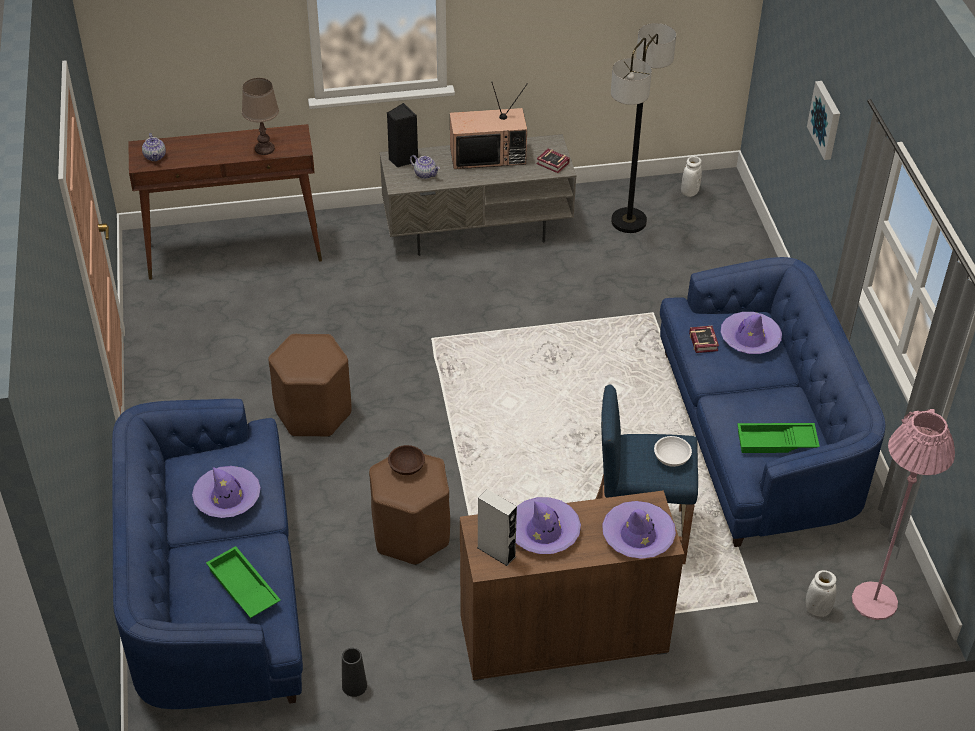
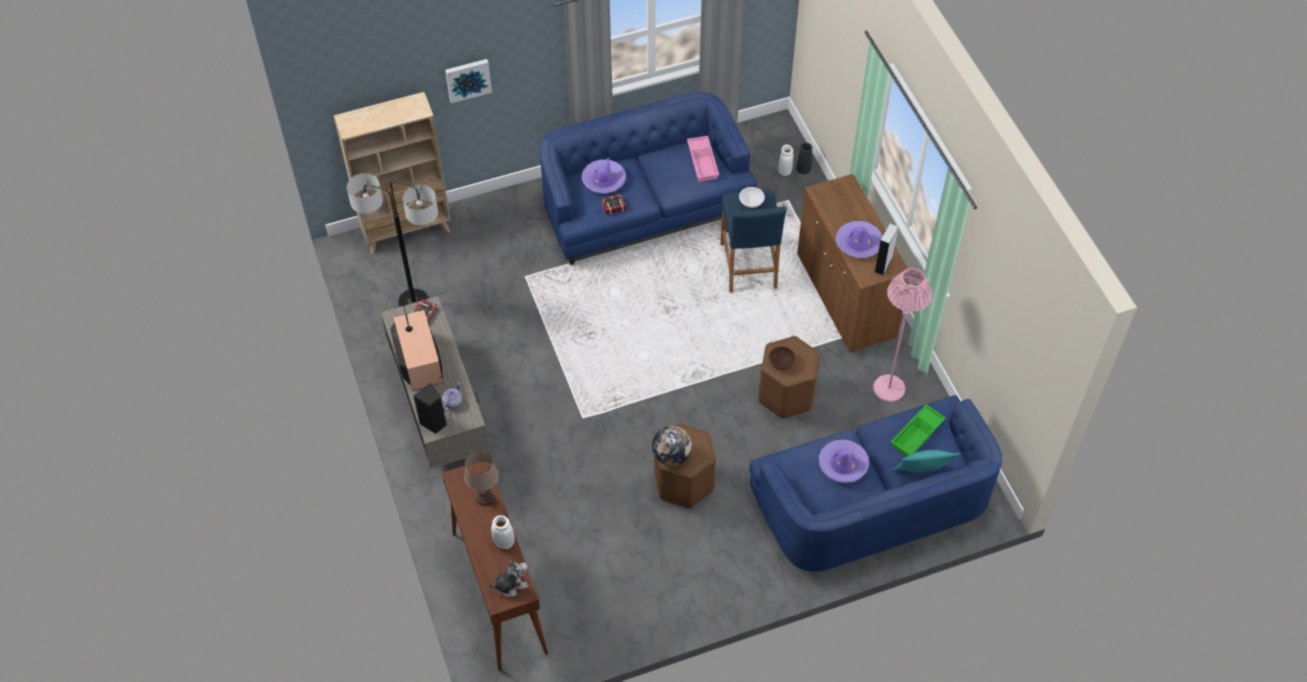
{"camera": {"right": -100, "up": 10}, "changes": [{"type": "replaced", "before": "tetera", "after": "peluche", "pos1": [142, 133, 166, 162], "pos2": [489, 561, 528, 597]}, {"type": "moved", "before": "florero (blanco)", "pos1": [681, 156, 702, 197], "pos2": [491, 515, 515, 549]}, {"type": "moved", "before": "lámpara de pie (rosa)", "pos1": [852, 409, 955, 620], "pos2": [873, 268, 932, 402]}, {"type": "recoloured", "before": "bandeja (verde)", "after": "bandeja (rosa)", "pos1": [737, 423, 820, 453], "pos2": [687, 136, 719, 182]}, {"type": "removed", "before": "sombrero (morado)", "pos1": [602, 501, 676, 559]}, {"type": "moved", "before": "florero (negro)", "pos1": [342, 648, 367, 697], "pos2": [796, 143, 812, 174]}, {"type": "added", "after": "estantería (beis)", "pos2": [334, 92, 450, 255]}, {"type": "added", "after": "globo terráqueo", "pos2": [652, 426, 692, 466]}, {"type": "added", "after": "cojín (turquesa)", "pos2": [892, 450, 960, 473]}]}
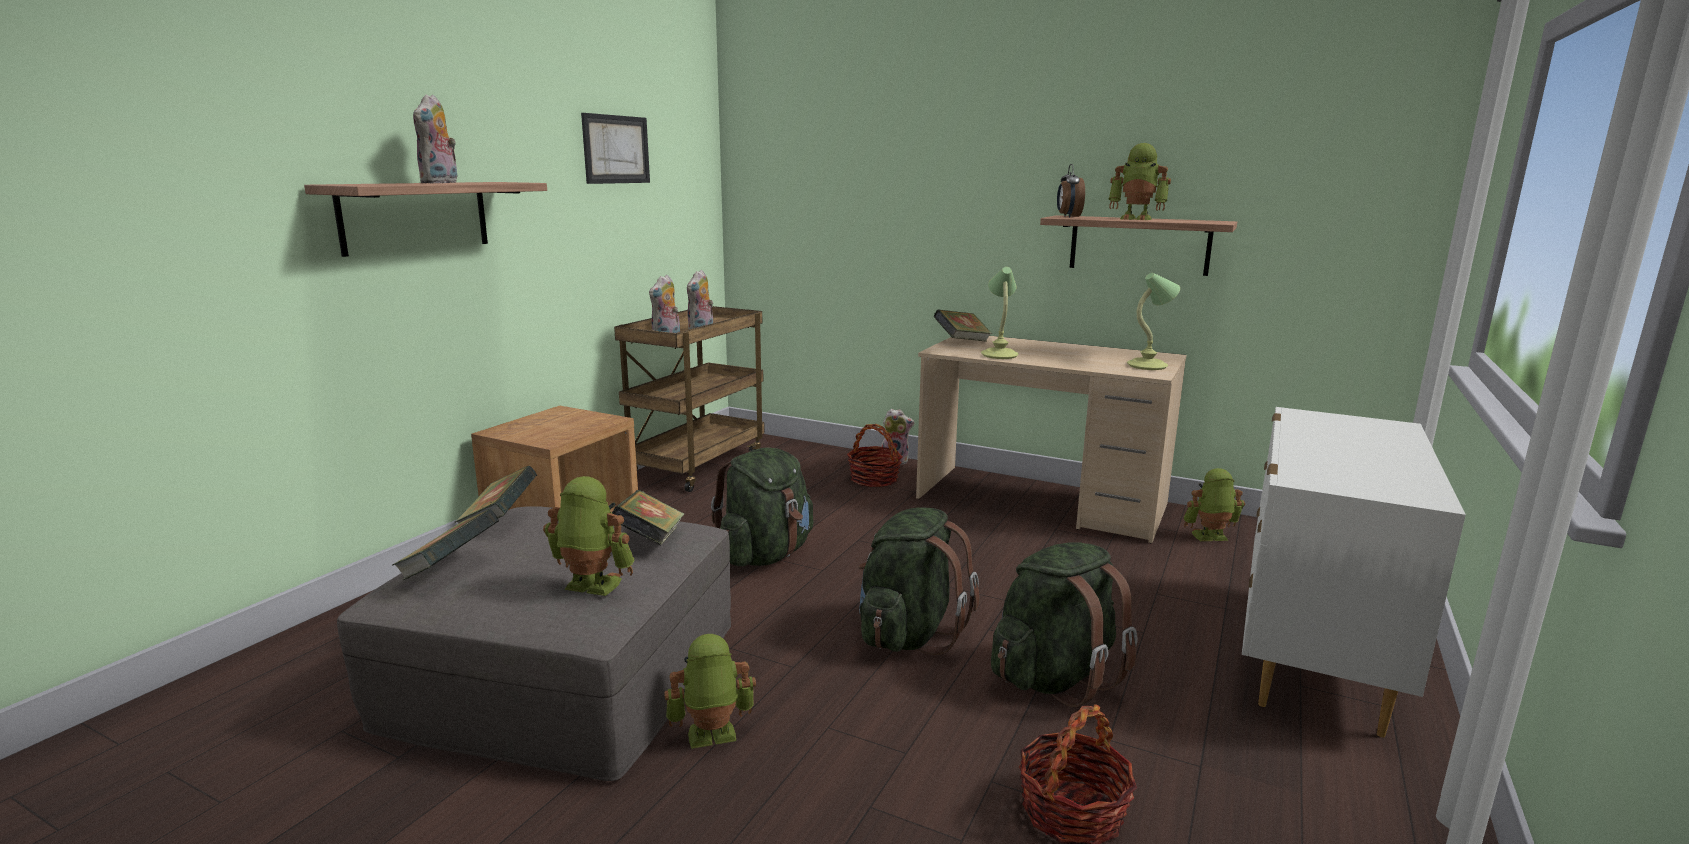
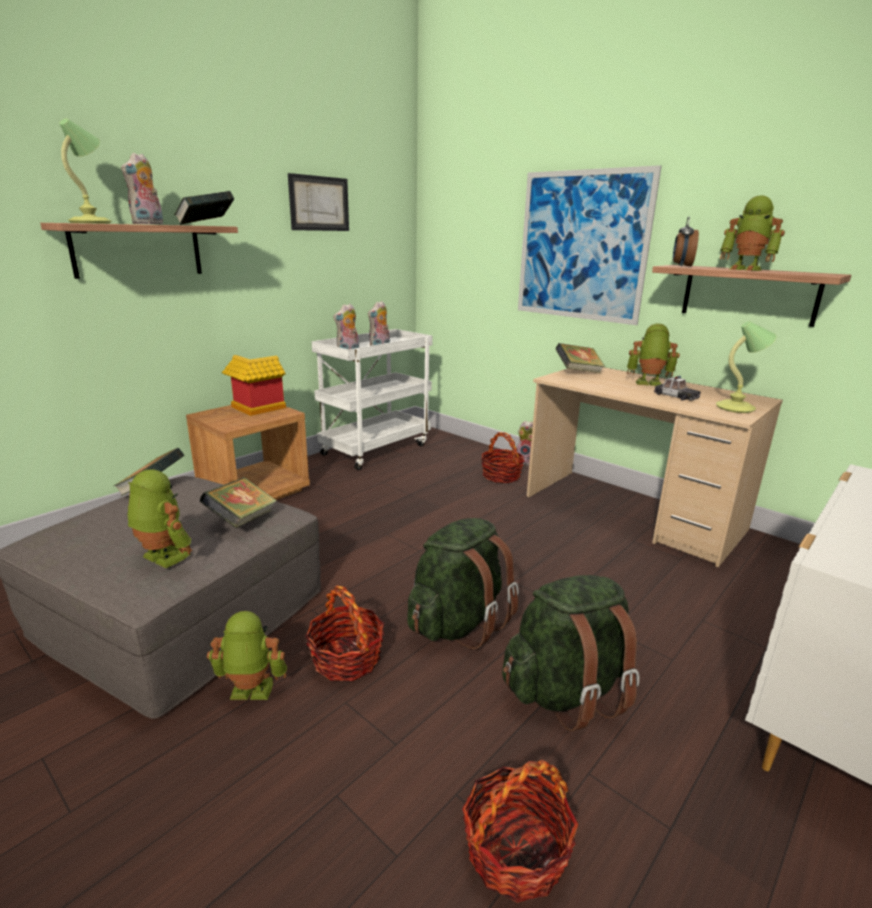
{"camera": {"right": 15, "up": 5}, "changes": [{"type": "moved", "before": "lámpara de mesa", "pos1": [981, 267, 1019, 359], "pos2": [59, 118, 112, 224]}, {"type": "recoloured", "before": "carrito (marrón)", "after": "carrito (blanco)", "pos1": [614, 306, 765, 492], "pos2": [312, 329, 433, 470]}, {"type": "removed", "before": "mochila (verde)", "pos1": [711, 447, 813, 567]}, {"type": "moved", "before": "robot de juguete", "pos1": [1183, 468, 1245, 541], "pos2": [627, 323, 680, 386]}, {"type": "moved", "before": "libro", "pos1": [392, 509, 499, 580], "pos2": [174, 191, 234, 225]}, {"type": "added", "after": "cuadro", "pos2": [518, 165, 662, 325]}, {"type": "added", "after": "casita", "pos2": [222, 355, 286, 416]}, {"type": "added", "after": "coche de juguete", "pos2": [654, 376, 701, 401]}, {"type": "added", "after": "cesta", "pos2": [305, 585, 384, 681]}]}
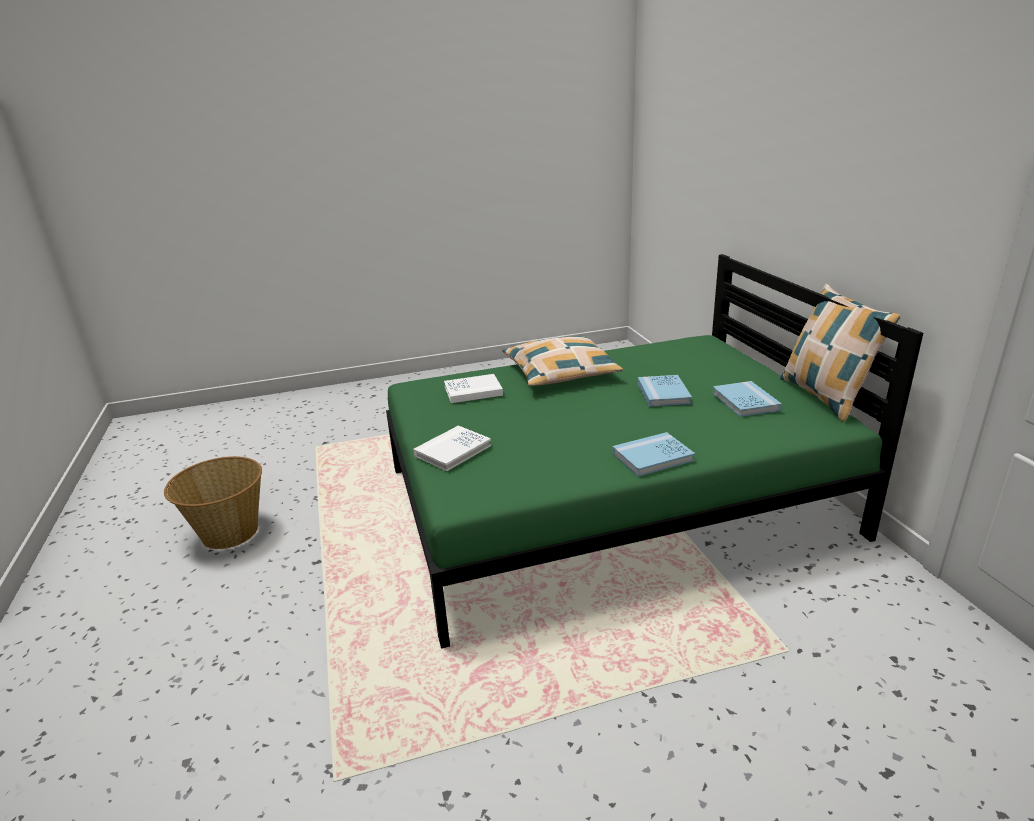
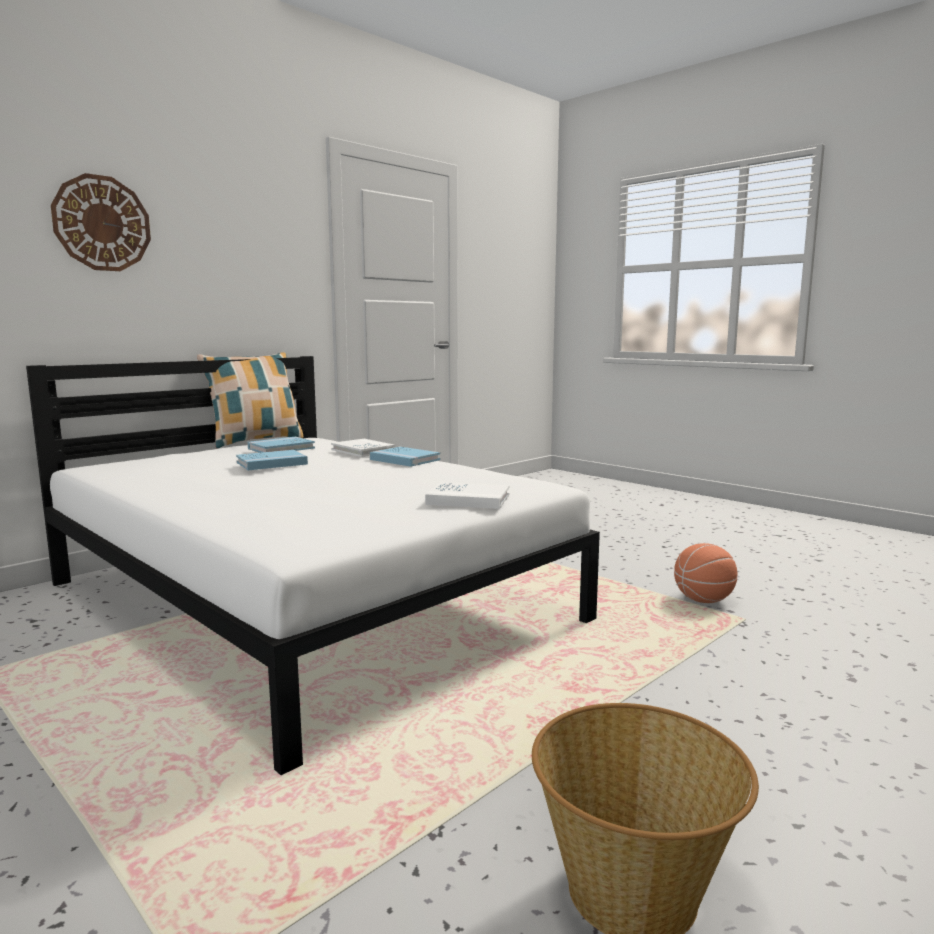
{"camera": {"right": -120, "up": -15}, "changes": [{"type": "recoloured", "before": "cama (verde)", "after": "cama (blanco)", "pos1": [386, 254, 923, 649], "pos2": [26, 356, 600, 775]}, {"type": "removed", "before": "cojín", "pos1": [502, 336, 623, 386]}, {"type": "moved", "before": "libro (blanco)", "pos1": [444, 374, 503, 403], "pos2": [331, 439, 395, 457]}, {"type": "added", "after": "reloj de pared", "pos2": [51, 173, 151, 271]}, {"type": "added", "after": "balón de baloncesto", "pos2": [674, 543, 738, 603]}]}
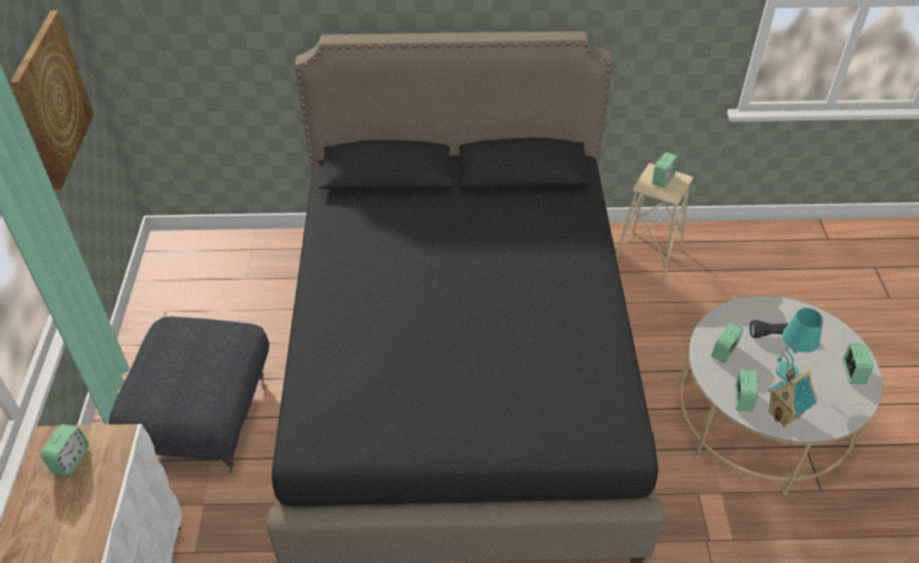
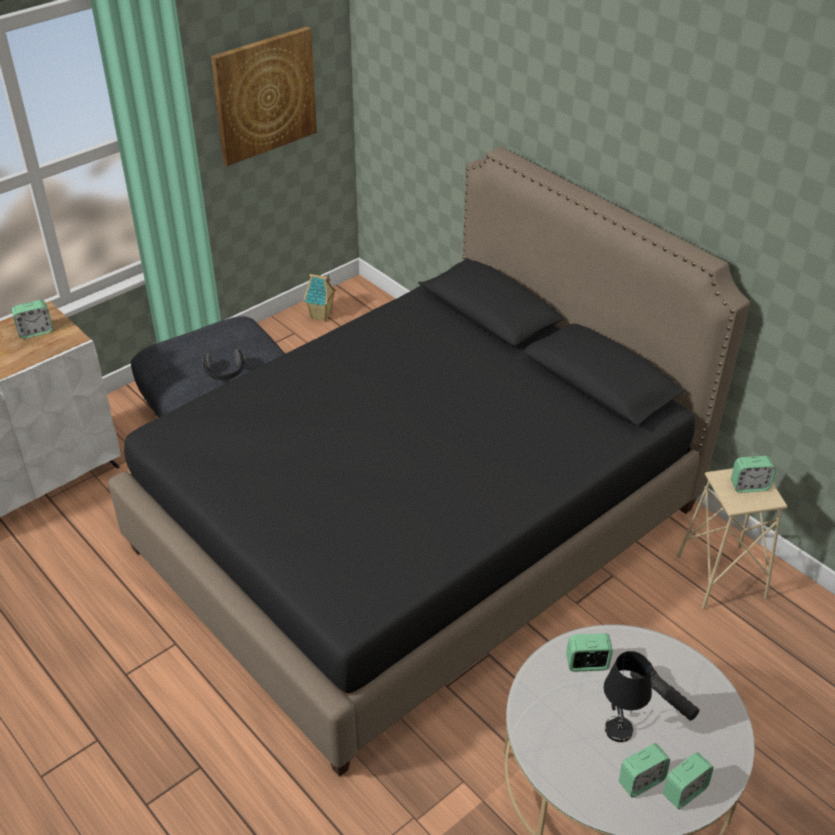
{"camera": {"right": 50, "up": -5}, "changes": [{"type": "recoloured", "before": "lámpara de mesa (turquesa)", "after": "lámpara de mesa (negro)", "pos1": [776, 308, 823, 380], "pos2": [604, 651, 652, 742]}, {"type": "moved", "before": "casita", "pos1": [768, 366, 818, 427], "pos2": [304, 274, 336, 322]}, {"type": "moved", "before": "despertador", "pos1": [735, 369, 758, 412], "pos2": [619, 743, 670, 797]}, {"type": "added", "after": "auriculares", "pos2": [202, 349, 244, 380]}]}
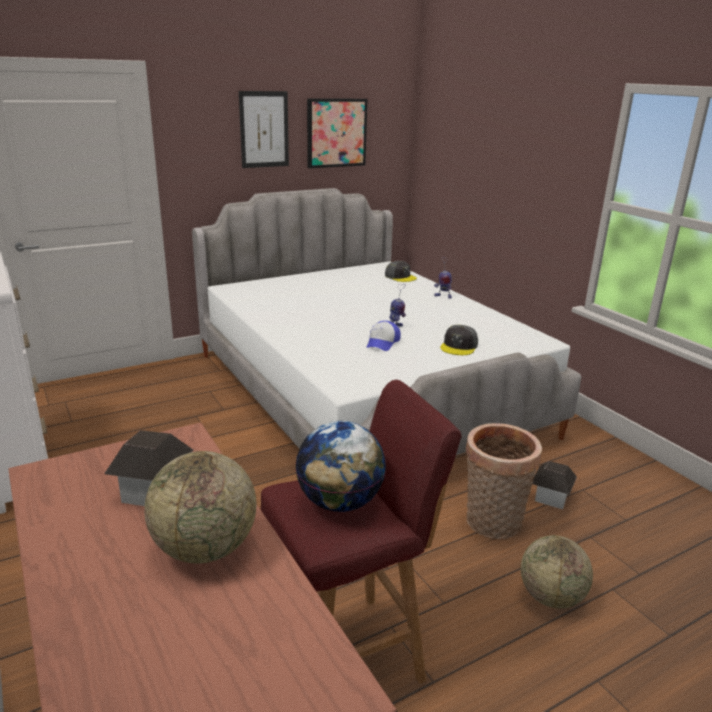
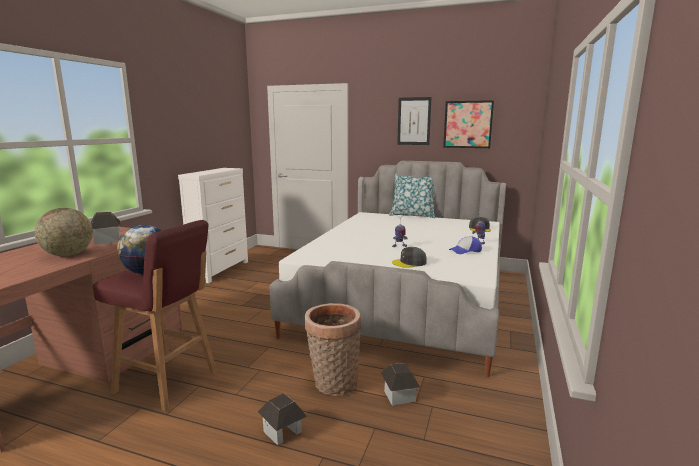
{"camera": {"right": 50, "up": -10}, "changes": [{"type": "moved", "before": "gorra", "pos1": [367, 321, 401, 351], "pos2": [449, 236, 482, 254]}, {"type": "replaced", "before": "globo terráqueo", "after": "casita", "pos1": [521, 535, 593, 609], "pos2": [258, 393, 307, 445]}, {"type": "added", "after": "cojín", "pos2": [389, 173, 435, 218]}]}
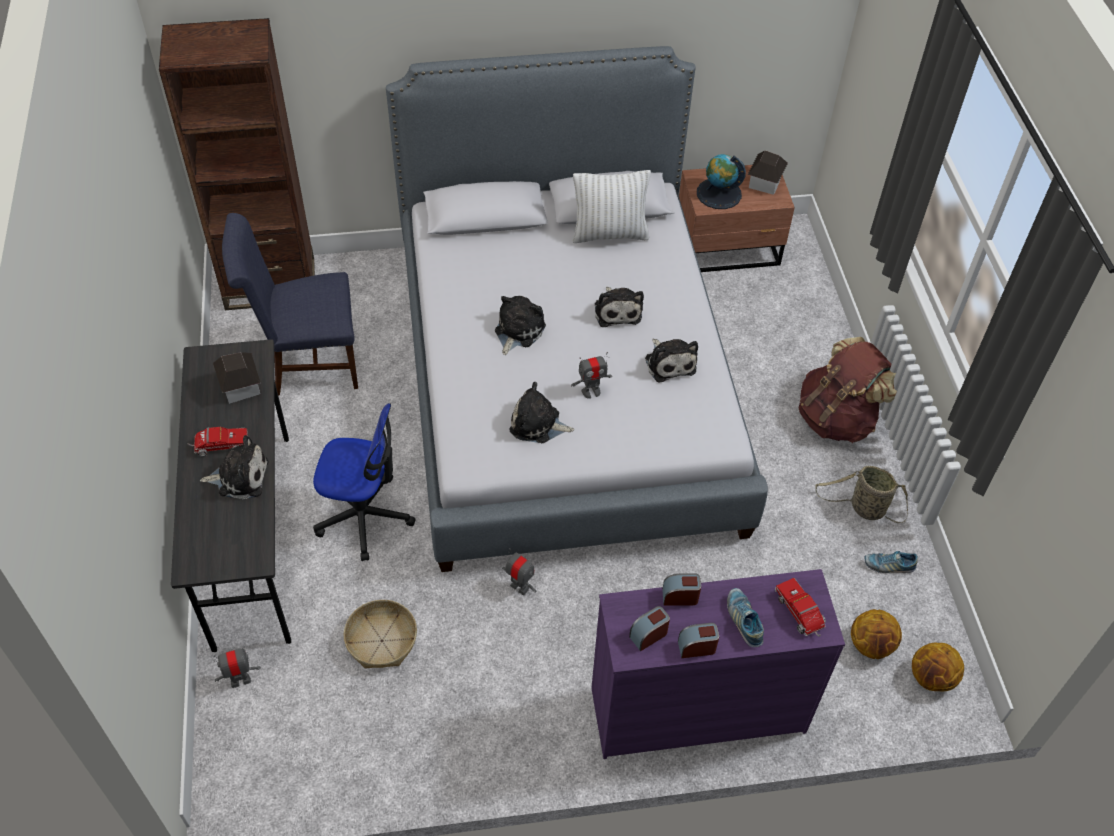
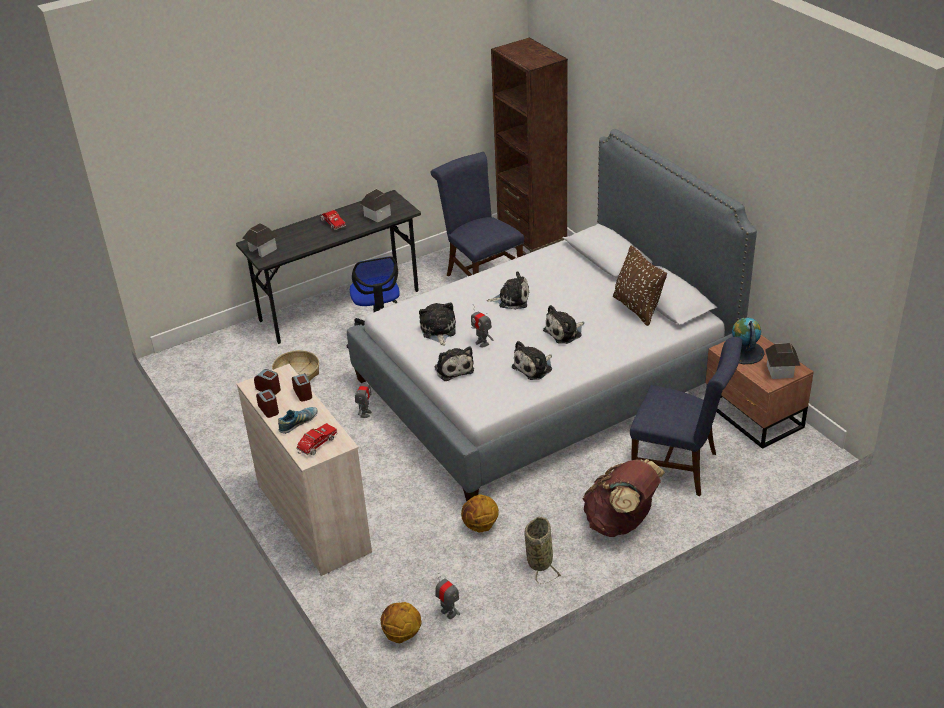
{"camera": {"right": 70, "up": -15}, "changes": [{"type": "recoloured", "before": "cojín (blanco)", "after": "cojín (marrón)", "pos1": [573, 170, 651, 243], "pos2": [613, 246, 667, 326]}, {"type": "moved", "before": "peluche", "pos1": [200, 435, 268, 500], "pos2": [435, 347, 474, 381]}, {"type": "removed", "before": "zapato", "pos1": [865, 551, 918, 573]}, {"type": "recoloured", "before": "cómoda (morado)", "after": "cómoda (beis)", "pos1": [591, 569, 845, 759], "pos2": [237, 364, 372, 576]}, {"type": "moved", "before": "balón de baloncesto", "pos1": [851, 609, 902, 659], "pos2": [461, 494, 499, 533]}, {"type": "moved", "before": "robot de juguete", "pos1": [214, 646, 261, 688], "pos2": [435, 573, 460, 620]}, {"type": "added", "after": "casita", "pos2": [242, 223, 278, 257]}, {"type": "added", "after": "silla (azul)", "pos2": [630, 337, 742, 496]}]}
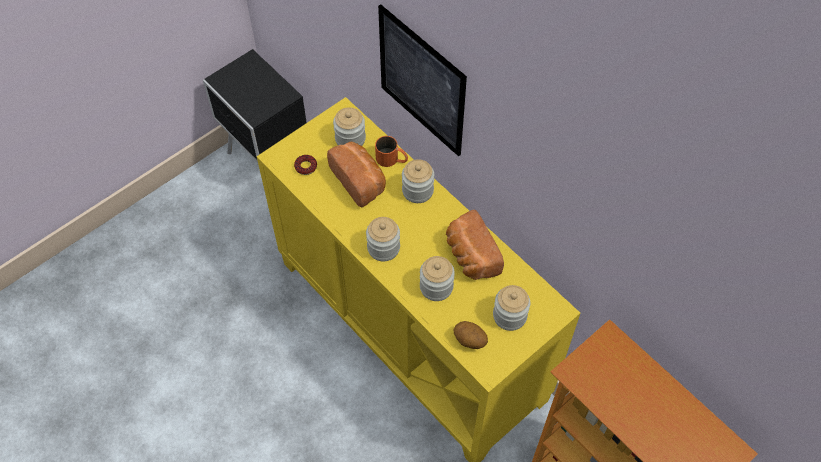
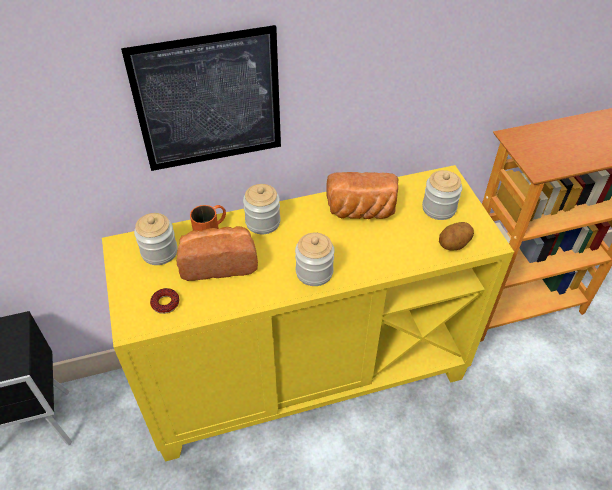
{"camera": {"right": -65, "up": -10}, "changes": [{"type": "removed", "before": "tarro", "pos1": [420, 256, 455, 301]}]}
